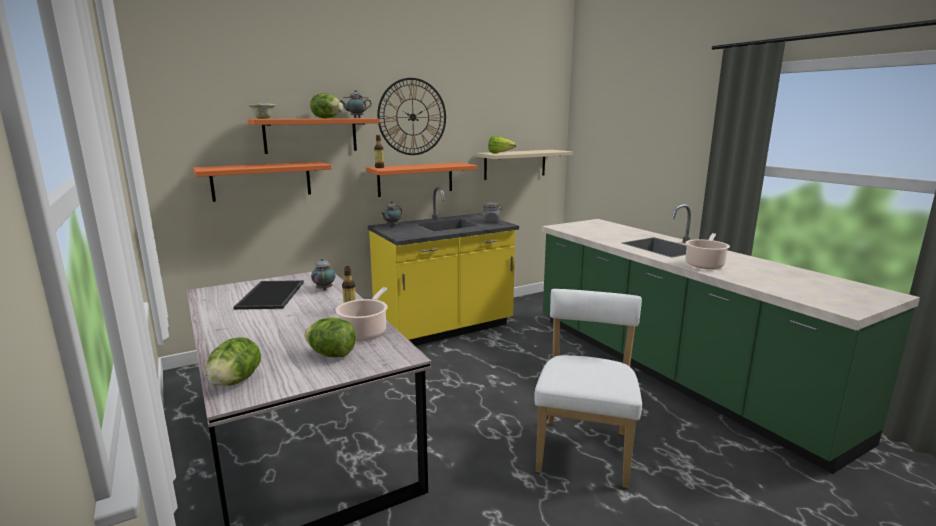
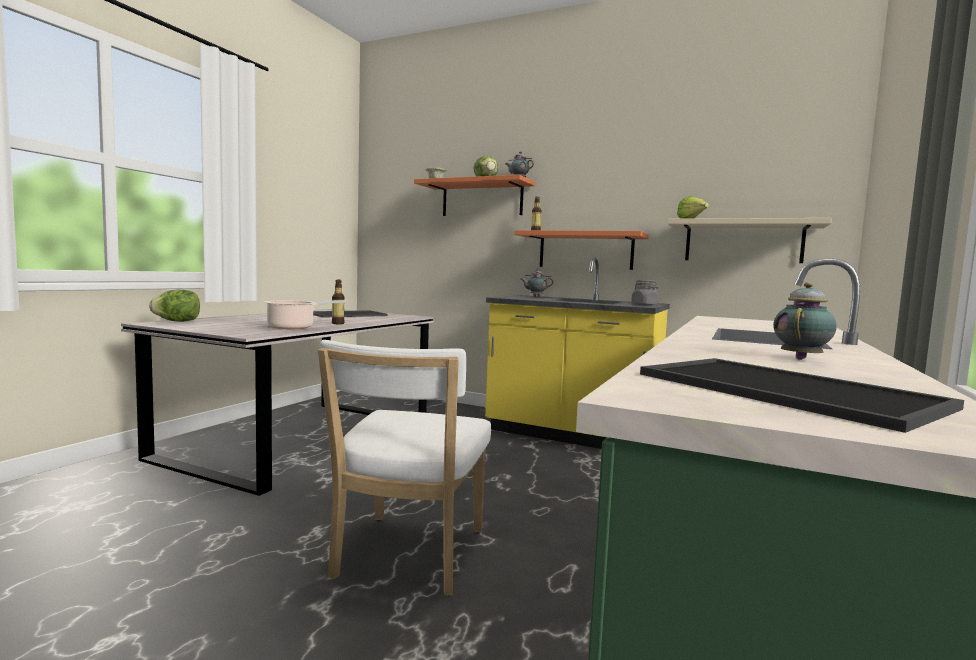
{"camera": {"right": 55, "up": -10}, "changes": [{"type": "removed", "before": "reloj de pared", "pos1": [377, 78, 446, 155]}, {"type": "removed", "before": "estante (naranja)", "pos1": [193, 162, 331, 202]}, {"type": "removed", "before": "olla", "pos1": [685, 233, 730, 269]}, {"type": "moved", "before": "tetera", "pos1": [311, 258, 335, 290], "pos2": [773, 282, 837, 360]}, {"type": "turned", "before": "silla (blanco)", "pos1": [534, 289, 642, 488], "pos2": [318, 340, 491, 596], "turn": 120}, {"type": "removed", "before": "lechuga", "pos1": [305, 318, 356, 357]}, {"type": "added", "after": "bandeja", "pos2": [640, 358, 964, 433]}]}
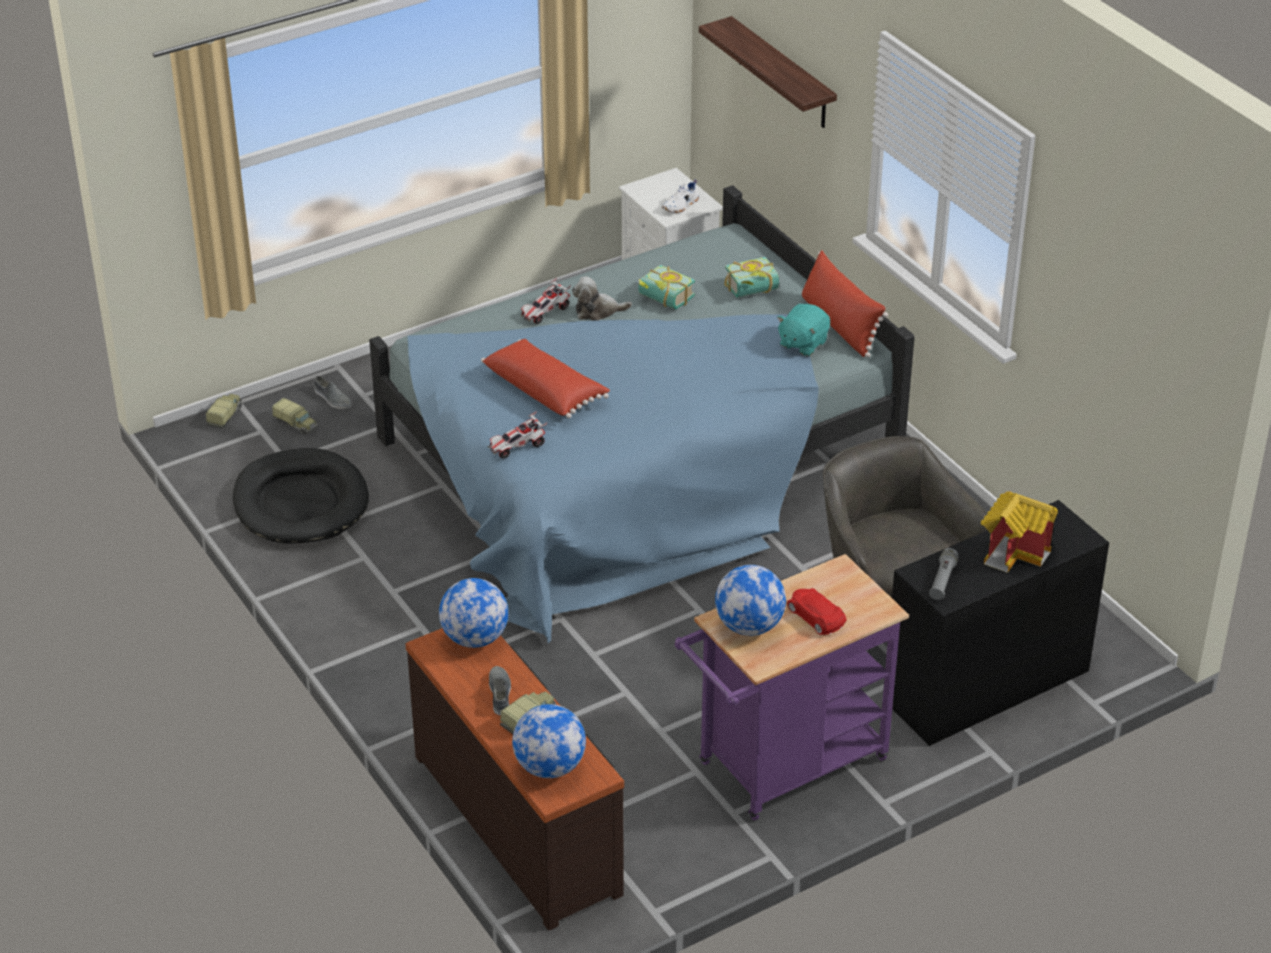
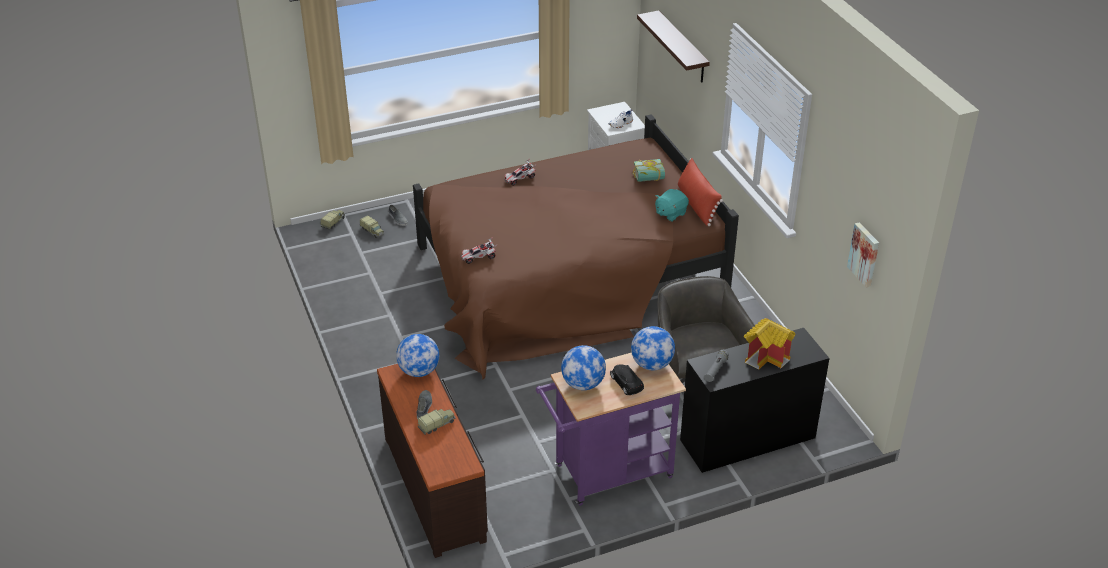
{"camera": {"right": 10, "up": 0}, "changes": [{"type": "recoloured", "before": "cama (azul)", "after": "cama (marrón)", "pos1": [369, 185, 915, 643], "pos2": [413, 114, 739, 380]}, {"type": "removed", "before": "libro", "pos1": [638, 265, 695, 310]}, {"type": "removed", "before": "peluche", "pos1": [572, 276, 632, 321]}, {"type": "removed", "before": "cojín (rojo)", "pos1": [481, 339, 610, 418]}, {"type": "removed", "before": "cama para perro (negro)", "pos1": [233, 448, 369, 544]}, {"type": "recoloured", "before": "coche de juguete (rojo)", "after": "coche de juguete (negro)", "pos1": [787, 588, 846, 635], "pos2": [610, 364, 644, 395]}, {"type": "moved", "before": "globo terráqueo", "pos1": [512, 704, 586, 778], "pos2": [631, 326, 675, 370]}, {"type": "added", "after": "cuadro", "pos2": [847, 223, 879, 287]}]}
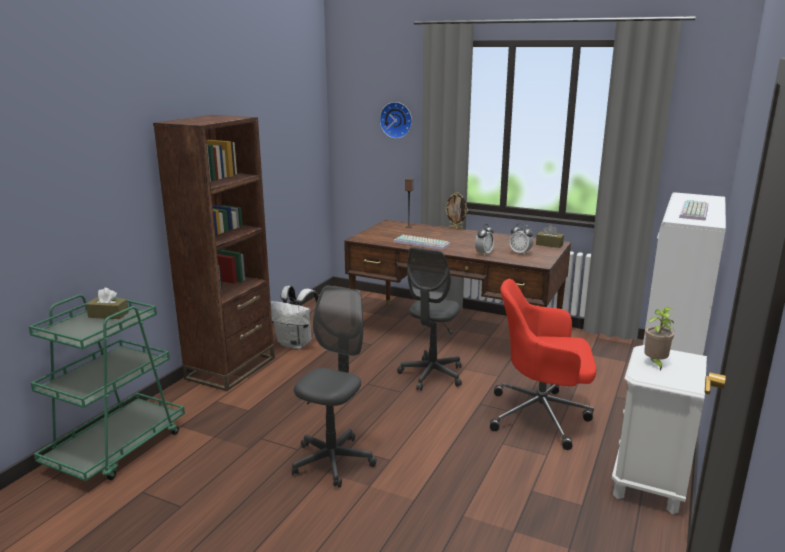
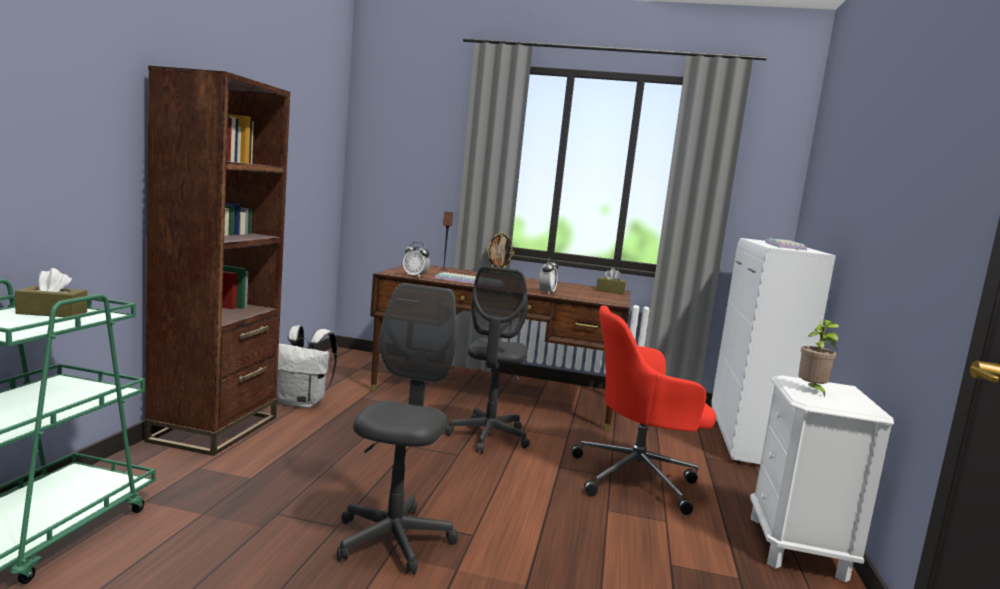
{"camera": {"right": -15, "up": -10}, "changes": [{"type": "removed", "before": "reloj de pared", "pos1": [379, 102, 412, 139]}, {"type": "moved", "before": "despertador", "pos1": [509, 223, 533, 255], "pos2": [403, 242, 430, 278]}]}
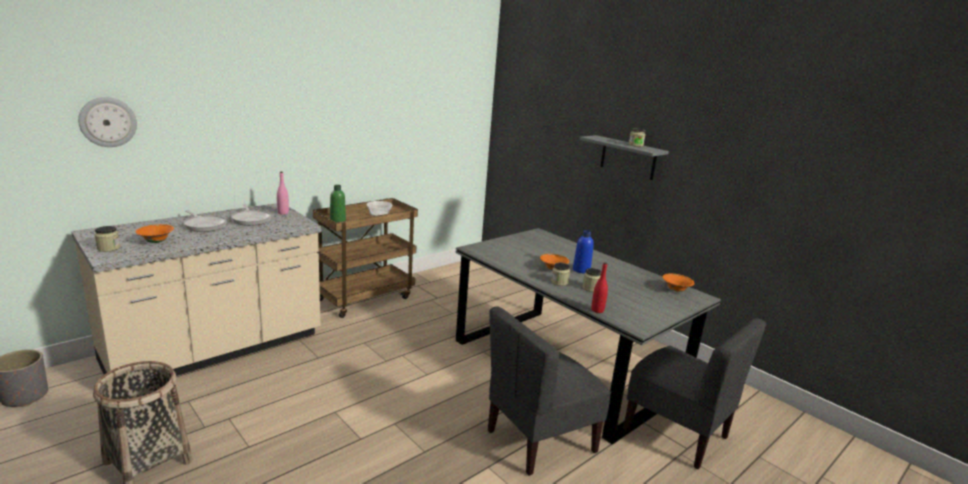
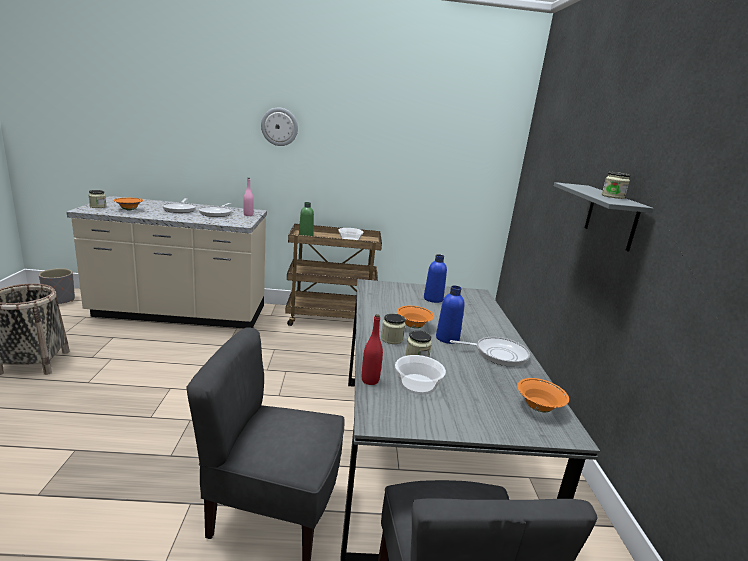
{"camera": {"right": 40, "up": 0}, "changes": [{"type": "moved", "before": "reloj de pared", "pos1": [78, 97, 137, 147], "pos2": [261, 108, 298, 146]}, {"type": "added", "after": "botella (azul)", "pos2": [424, 254, 447, 303]}, {"type": "added", "after": "sartén", "pos2": [450, 337, 530, 367]}, {"type": "added", "after": "cuenco", "pos2": [395, 355, 446, 395]}]}
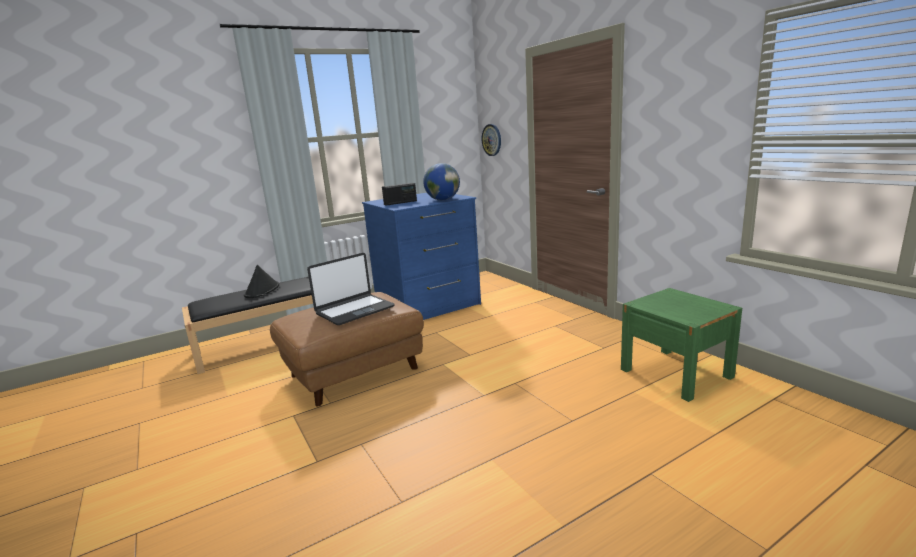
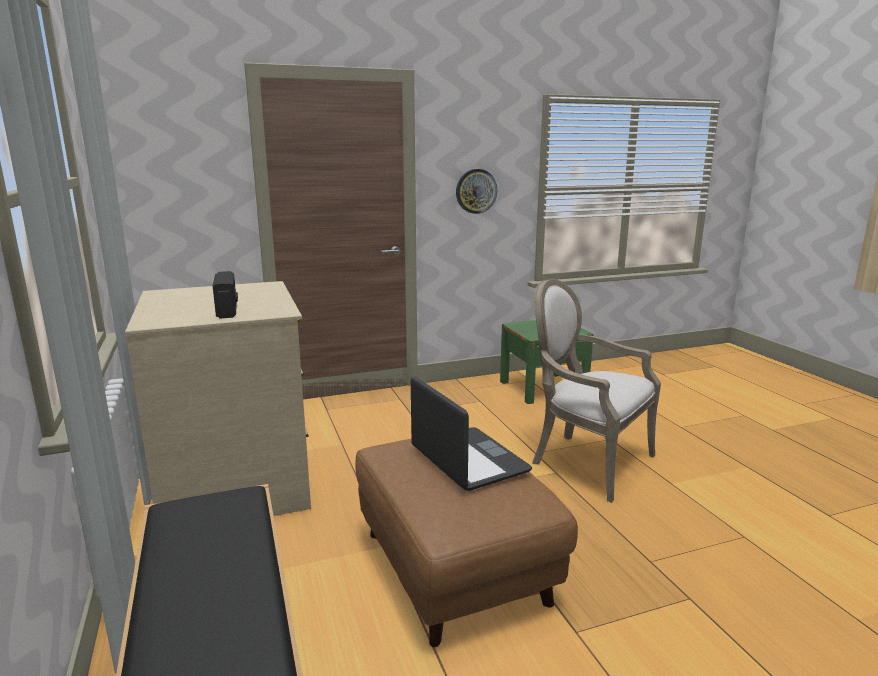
{"camera": {"right": -80, "up": 0}, "changes": [{"type": "moved", "before": "reloj de pared", "pos1": [482, 124, 501, 156], "pos2": [456, 169, 497, 214]}, {"type": "removed", "before": "globo terráqueo", "pos1": [423, 163, 460, 200]}, {"type": "recoloured", "before": "cómoda (azul)", "after": "cómoda (beis)", "pos1": [362, 193, 481, 320], "pos2": [125, 281, 311, 516]}, {"type": "removed", "before": "sombrero (negro)", "pos1": [244, 265, 279, 298]}, {"type": "added", "after": "sillón", "pos2": [532, 279, 661, 503]}]}
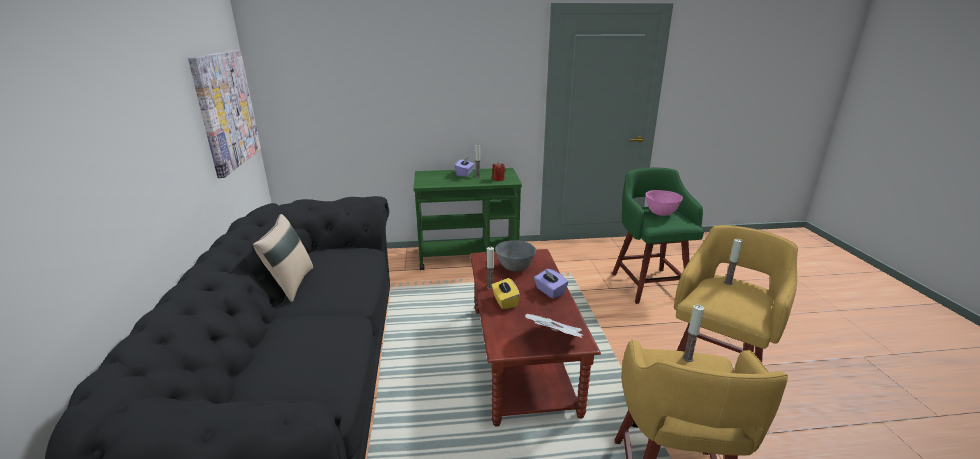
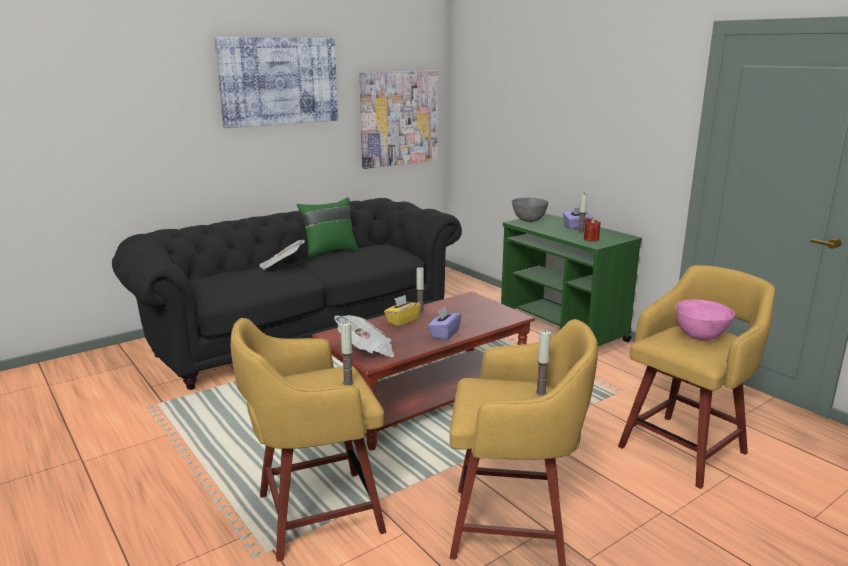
{"camera": {"right": 60, "up": -5}, "changes": [{"type": "recoloured", "before": "taburete (verde)", "after": "taburete (amarillo)", "pos1": [612, 168, 704, 304], "pos2": [618, 265, 775, 489]}, {"type": "recoloured", "before": "cojín (beis)", "after": "cojín (verde)", "pos1": [253, 214, 313, 302], "pos2": [297, 197, 358, 259]}, {"type": "moved", "before": "cuenco (gris)", "pos1": [495, 241, 536, 272], "pos2": [512, 198, 549, 222]}, {"type": "added", "after": "cuadro", "pos2": [214, 37, 338, 128]}, {"type": "added", "after": "periódico", "pos2": [259, 240, 305, 270]}]}
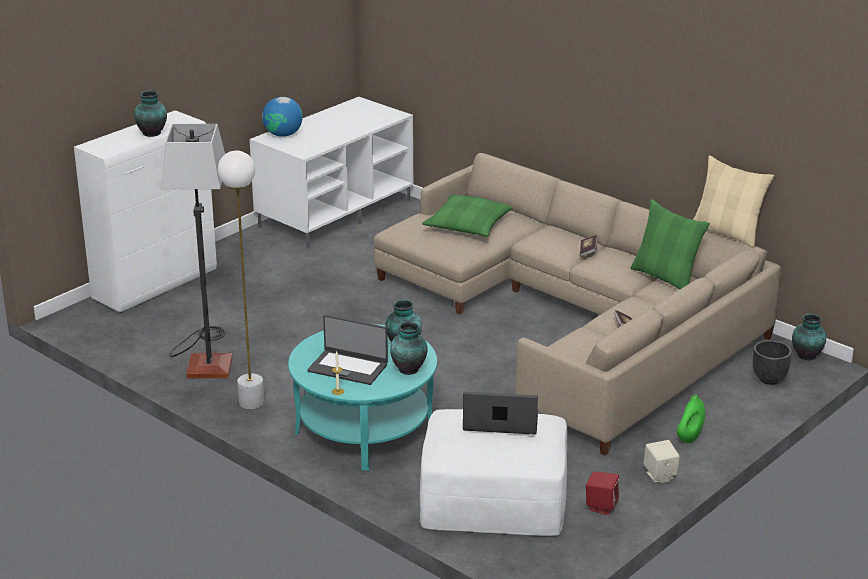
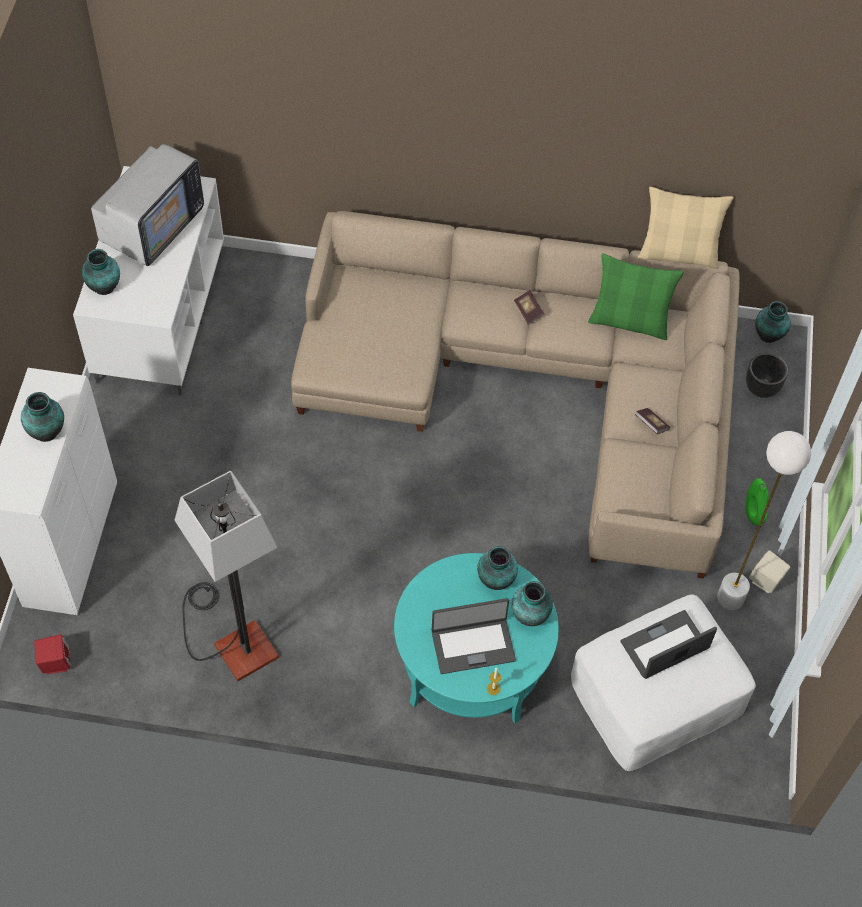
{"camera": {"right": -35, "up": 30}, "changes": [{"type": "replaced", "before": "globo terráqueo", "after": "florero", "pos1": [262, 97, 303, 137], "pos2": [82, 249, 120, 295]}, {"type": "moved", "before": "lámpara de pie (blanco)", "pos1": [218, 151, 264, 409], "pos2": [717, 431, 811, 610]}, {"type": "removed", "before": "cojín (verde)", "pos1": [422, 195, 512, 237]}, {"type": "moved", "before": "altavoz (rojo)", "pos1": [586, 471, 620, 515], "pos2": [34, 634, 70, 674]}, {"type": "added", "after": "televisor", "pos2": [91, 144, 204, 266]}]}
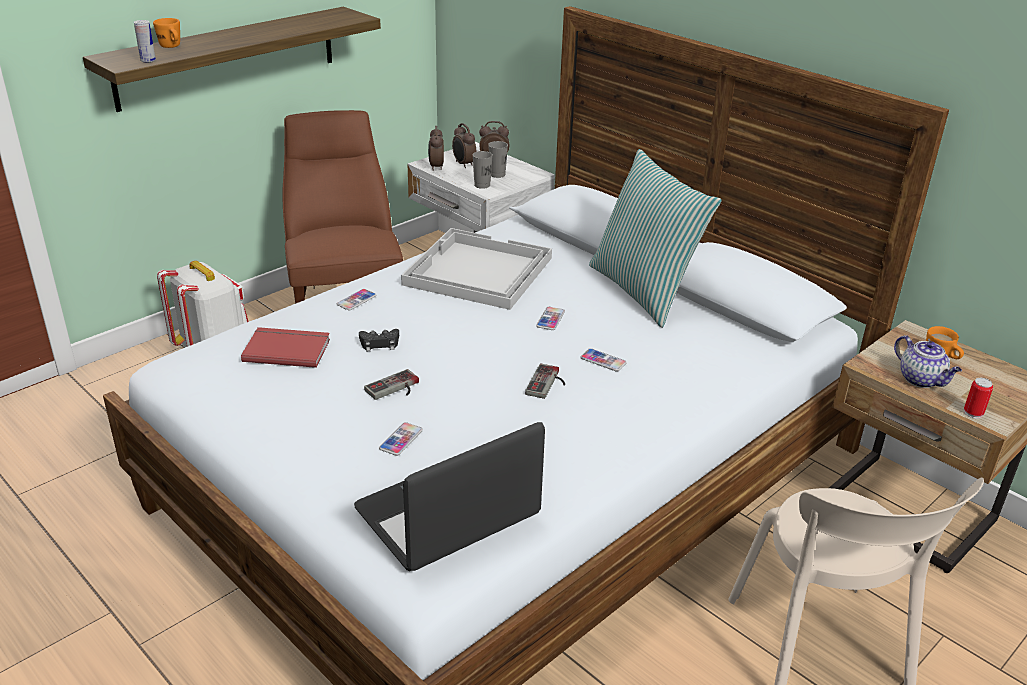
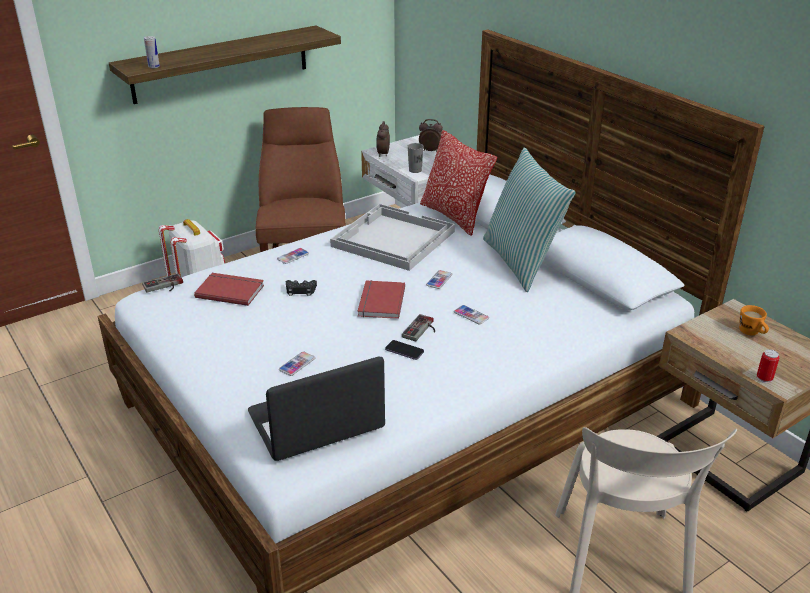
{"camera": {"right": 10, "up": 0}, "changes": [{"type": "removed", "before": "taza grande (naranja)", "pos1": [153, 18, 180, 48]}, {"type": "removed", "before": "despertador", "pos1": [452, 123, 477, 168]}, {"type": "removed", "before": "taza (gris)", "pos1": [488, 141, 508, 178]}, {"type": "removed", "before": "tetera", "pos1": [894, 335, 962, 388]}, {"type": "moved", "before": "mando de consola", "pos1": [364, 369, 419, 400], "pos2": [142, 273, 183, 293]}, {"type": "added", "after": "cojín", "pos2": [420, 130, 497, 236]}, {"type": "added", "after": "libro (rojo)", "pos2": [357, 280, 405, 319]}, {"type": "added", "after": "móvil", "pos2": [385, 340, 424, 360]}]}
